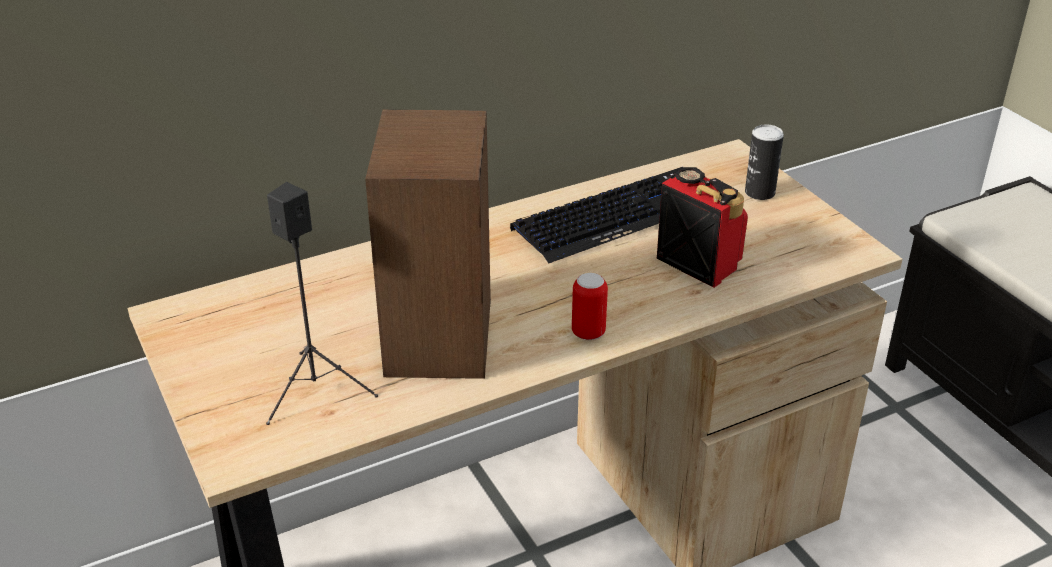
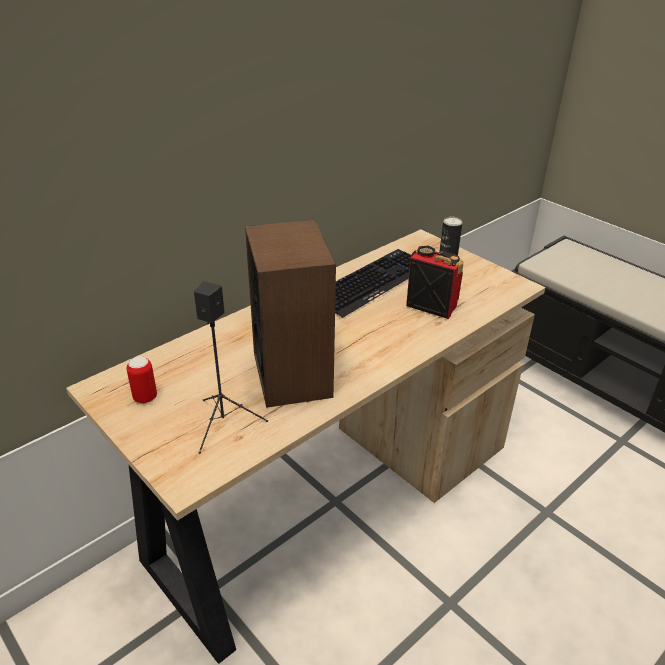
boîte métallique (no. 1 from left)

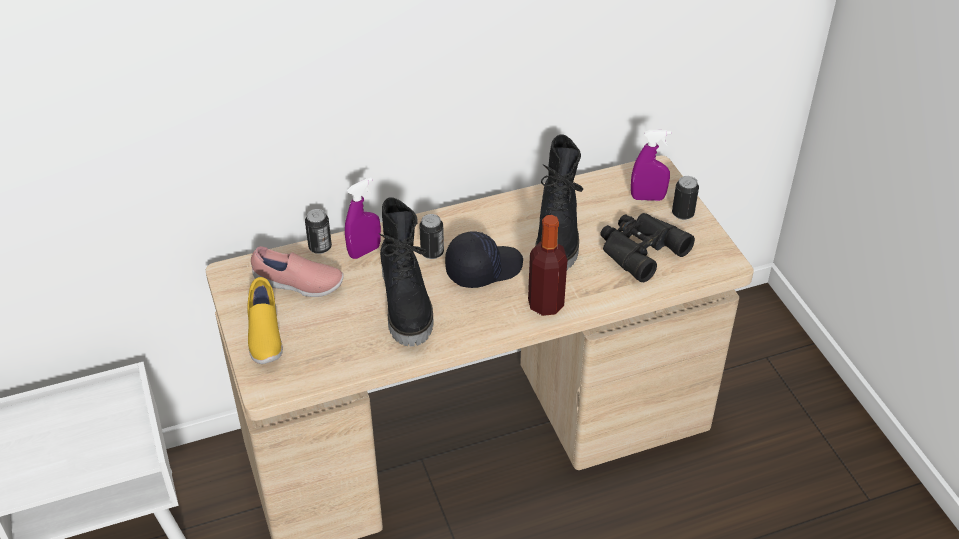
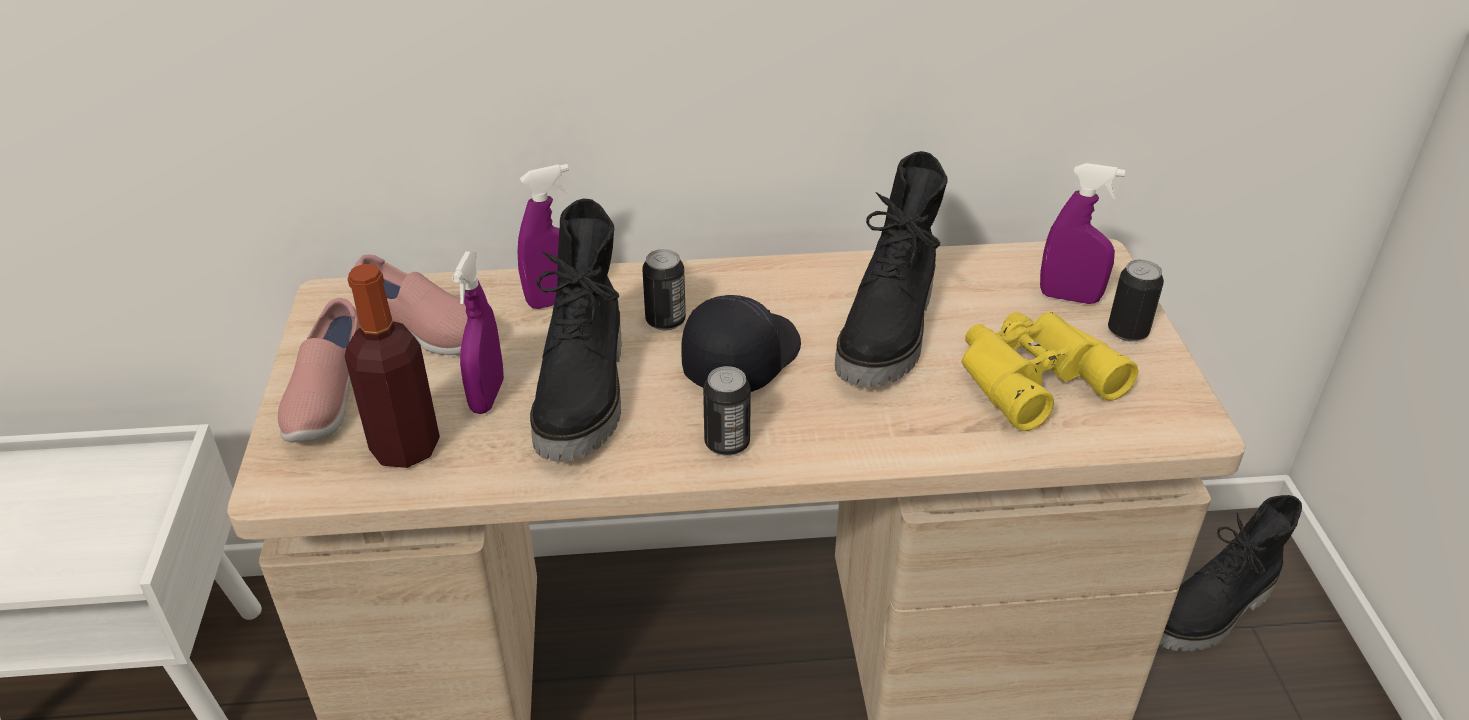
boîte métallique (no. 2 from left)
jumelles/jaune
bouteille
casquette/noir
chaussure/rose (no. 1 from left)
vaporisateur/violet (no. 1 from left)
botte/noir (no. 3 from left)

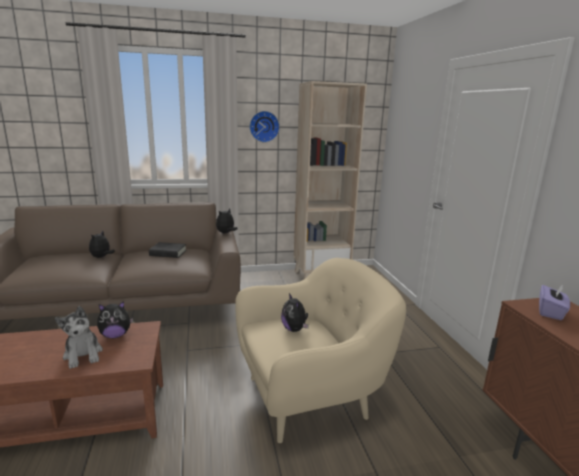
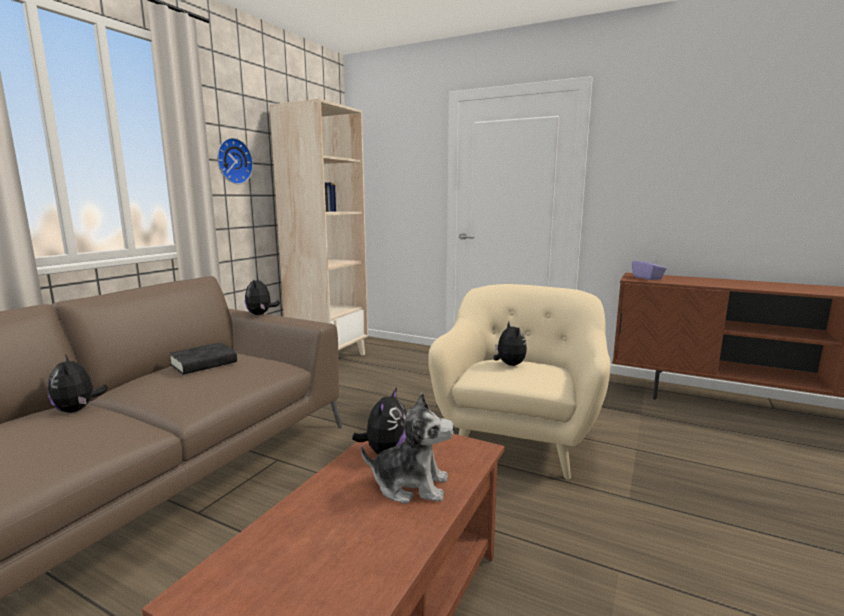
peluche (no. 5 from left)

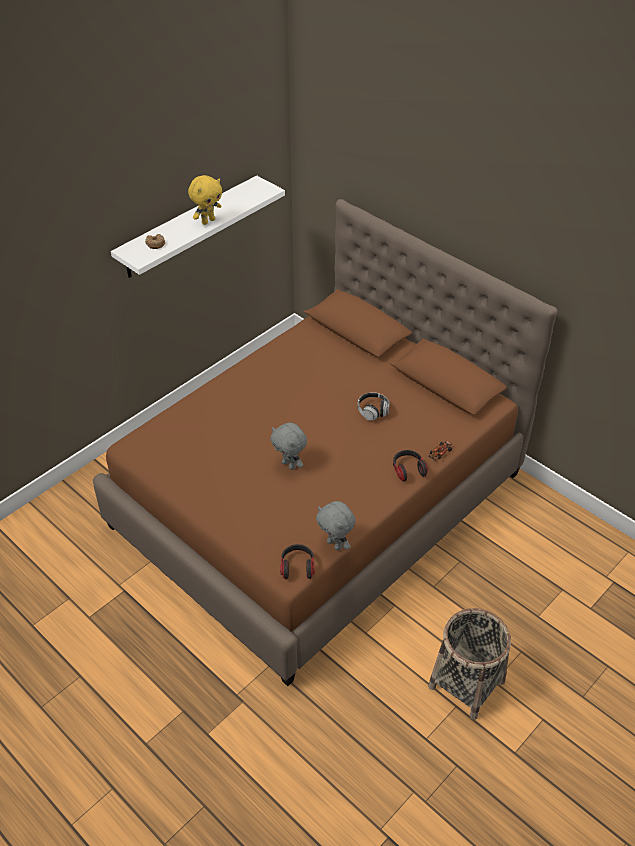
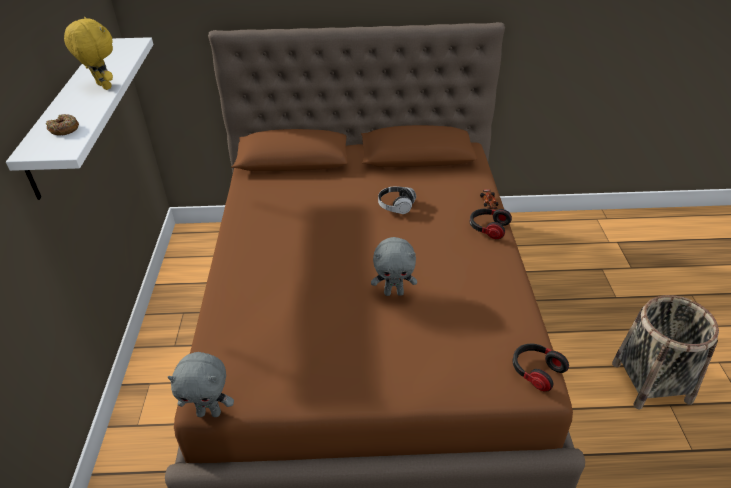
peluche/jaune
peluche/gris (no. 1 from left)

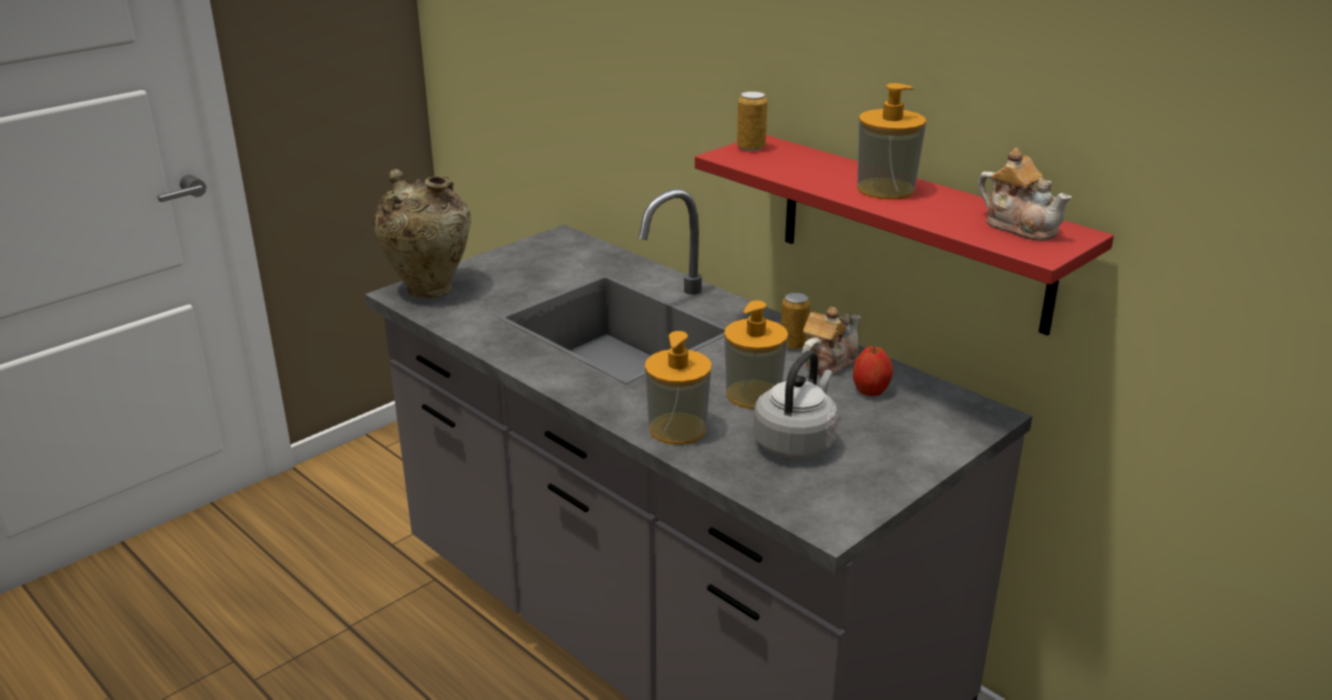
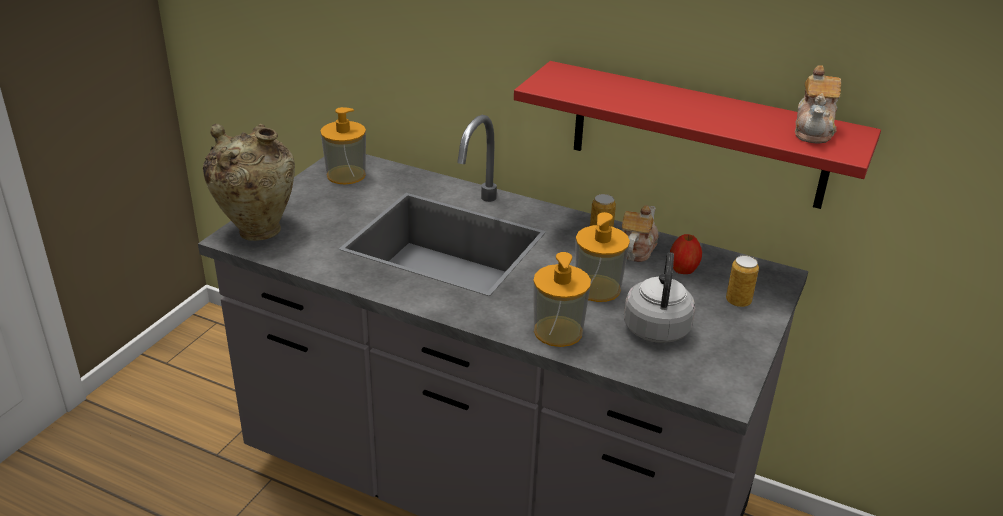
distributeur de savon (no. 1 from left)
boîte métallique (no. 2 from left)
théière (no. 2 from left)

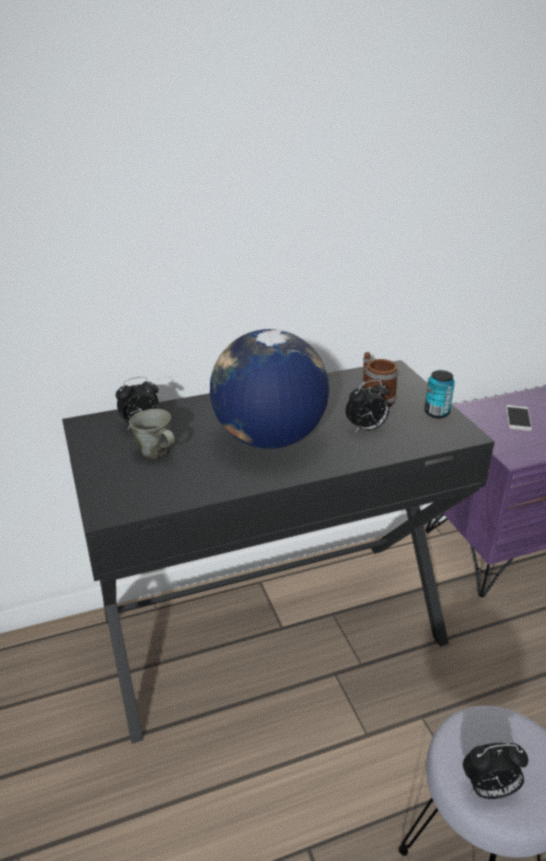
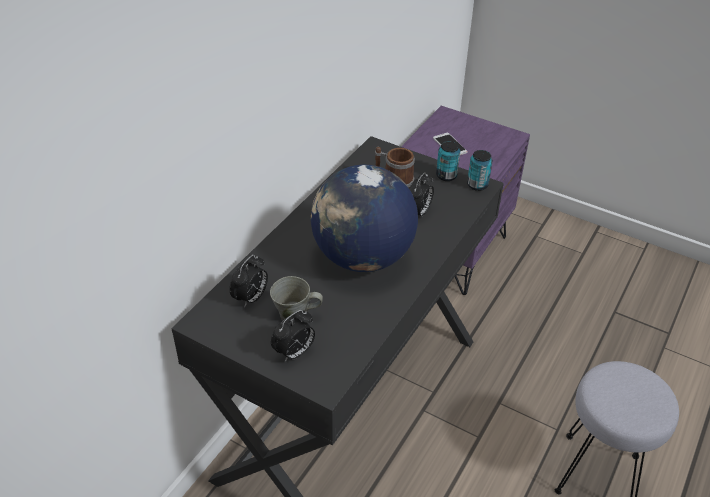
réveil (no. 2 from left)
boîte métallique (no. 2 from left)

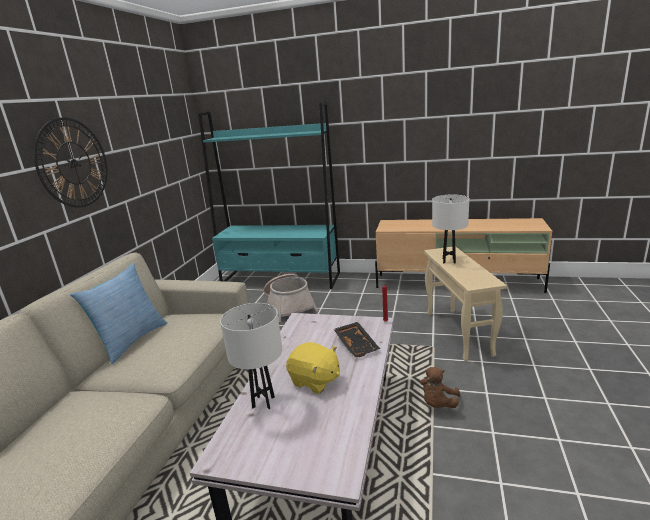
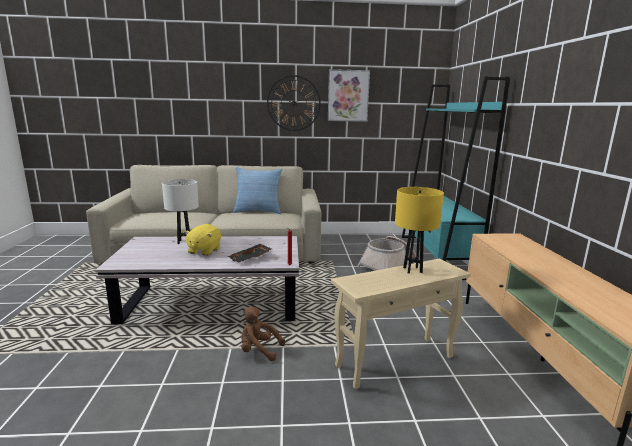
lampe de table/jaune
tableau

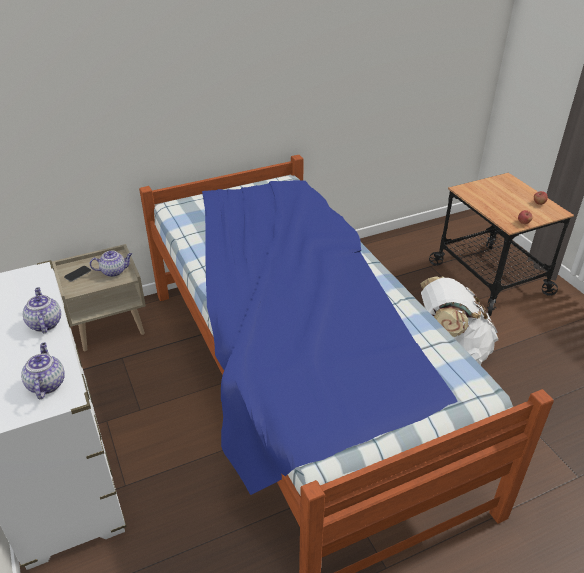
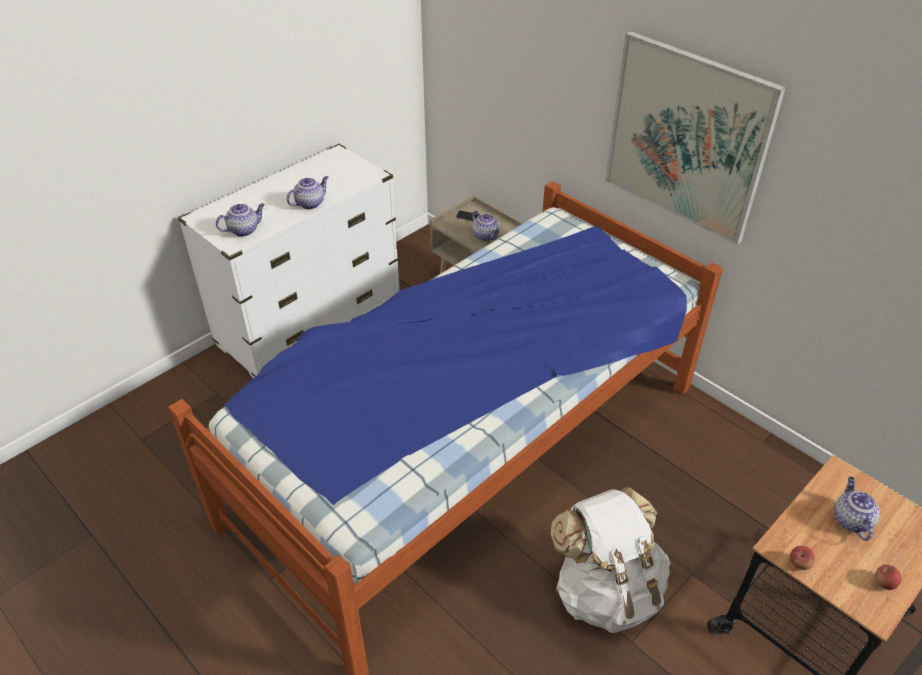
tableau
théière (no. 4 from left)

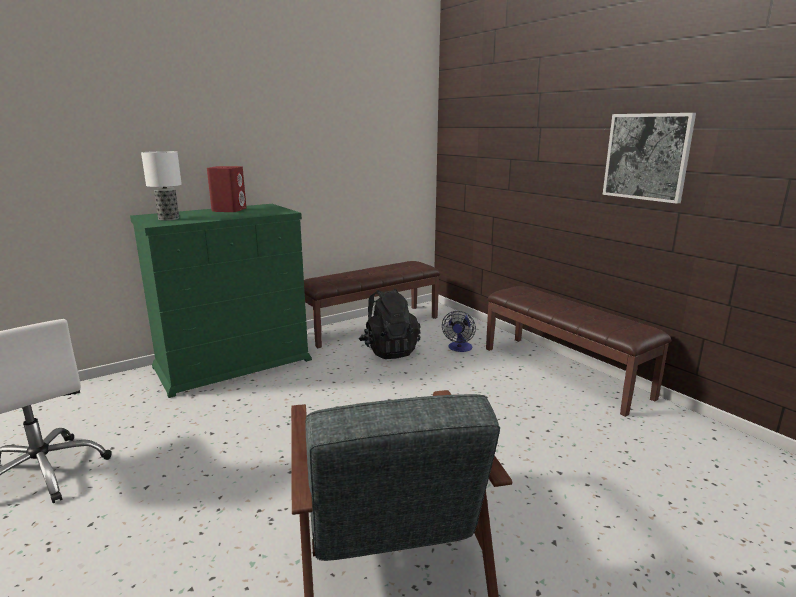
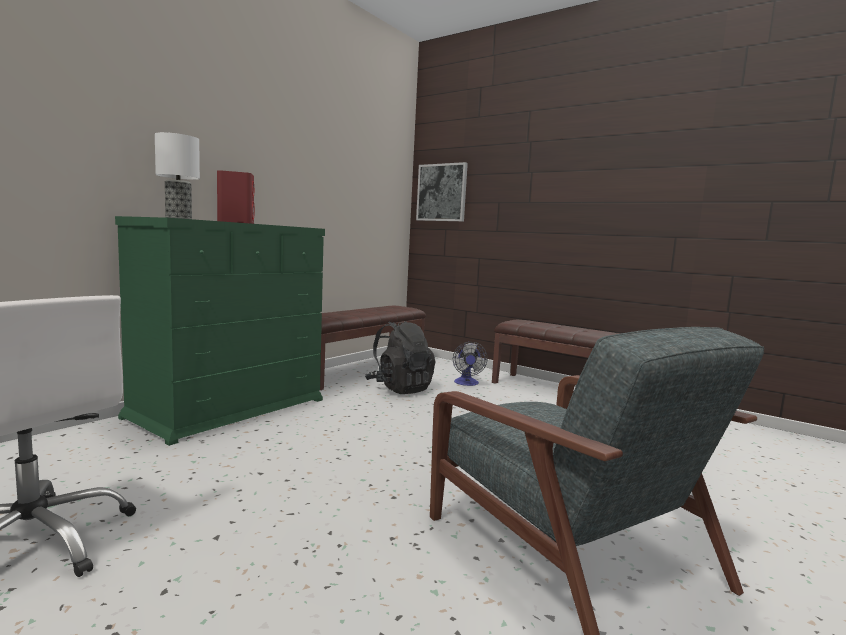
tableau

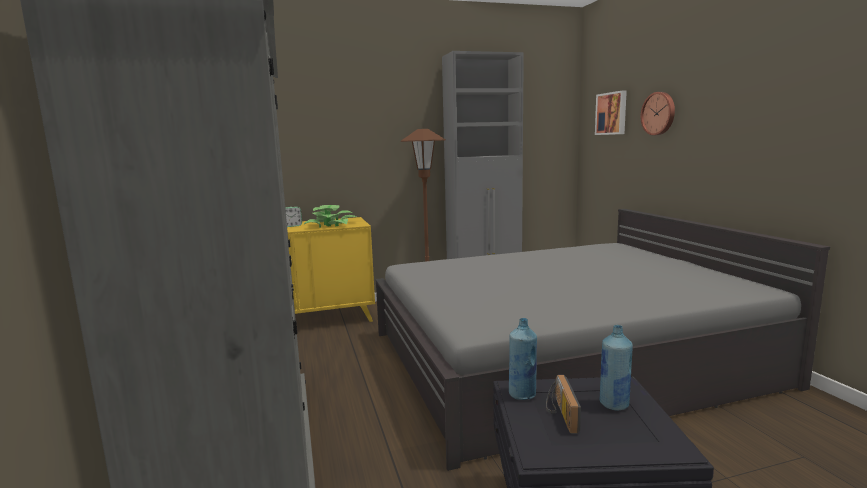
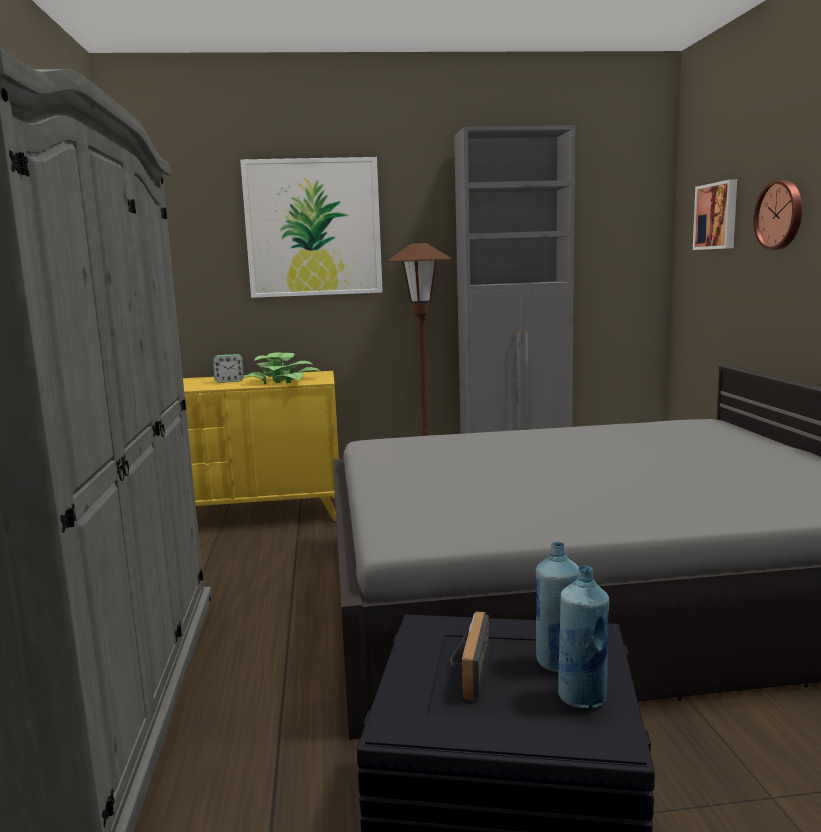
bouteille/bleu (no. 2 from left)
tableau (no. 1 from left)

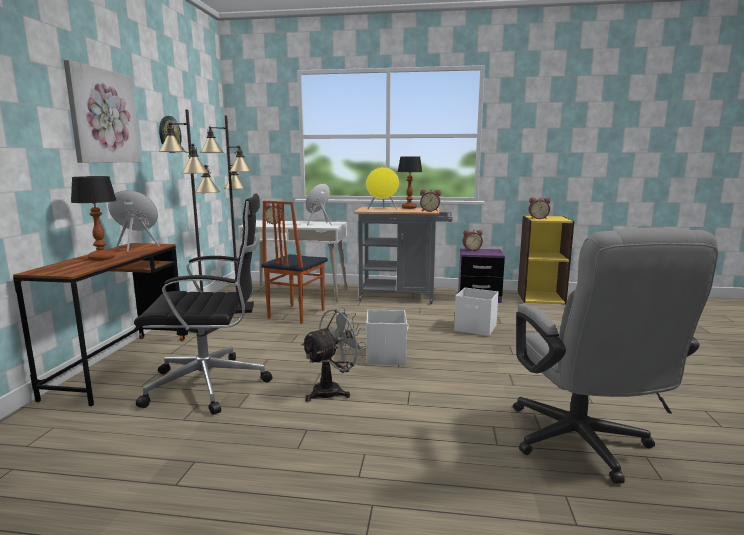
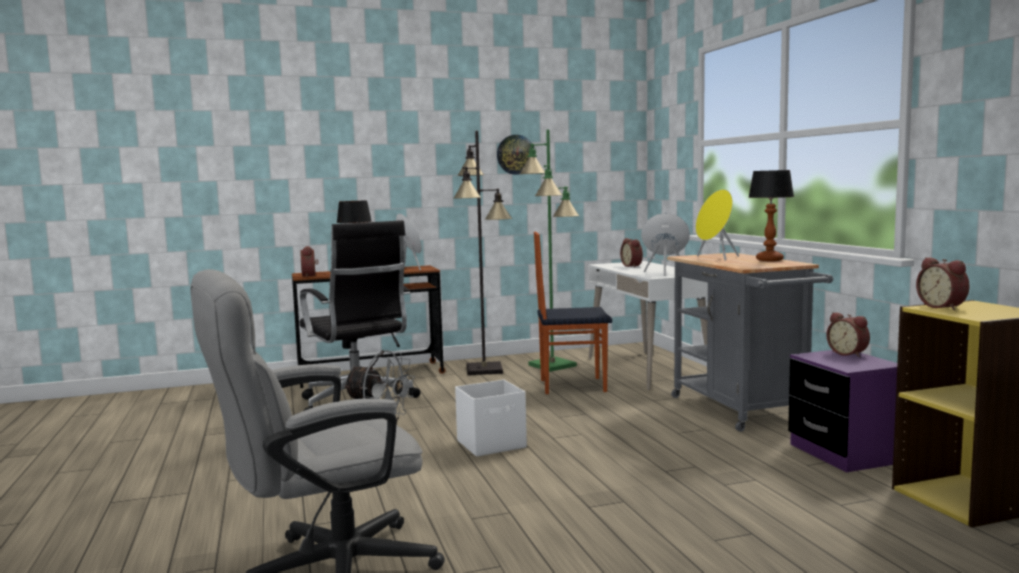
tableau
lampadaire/vert
réveil (no. 1 from left)
boîte de rangement/blanc (no. 2 from left in the first image)

